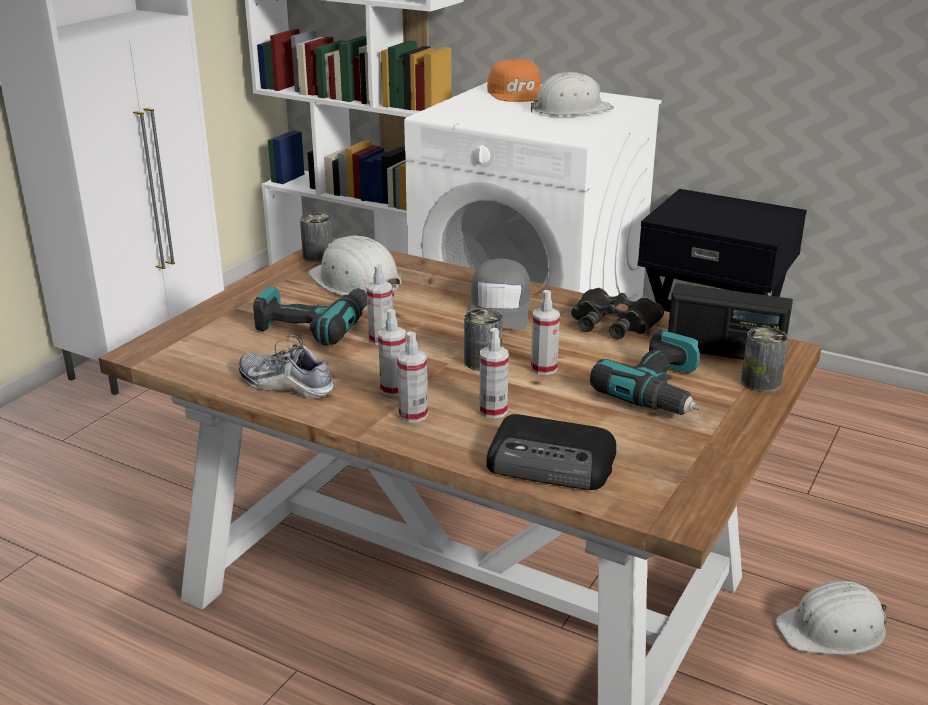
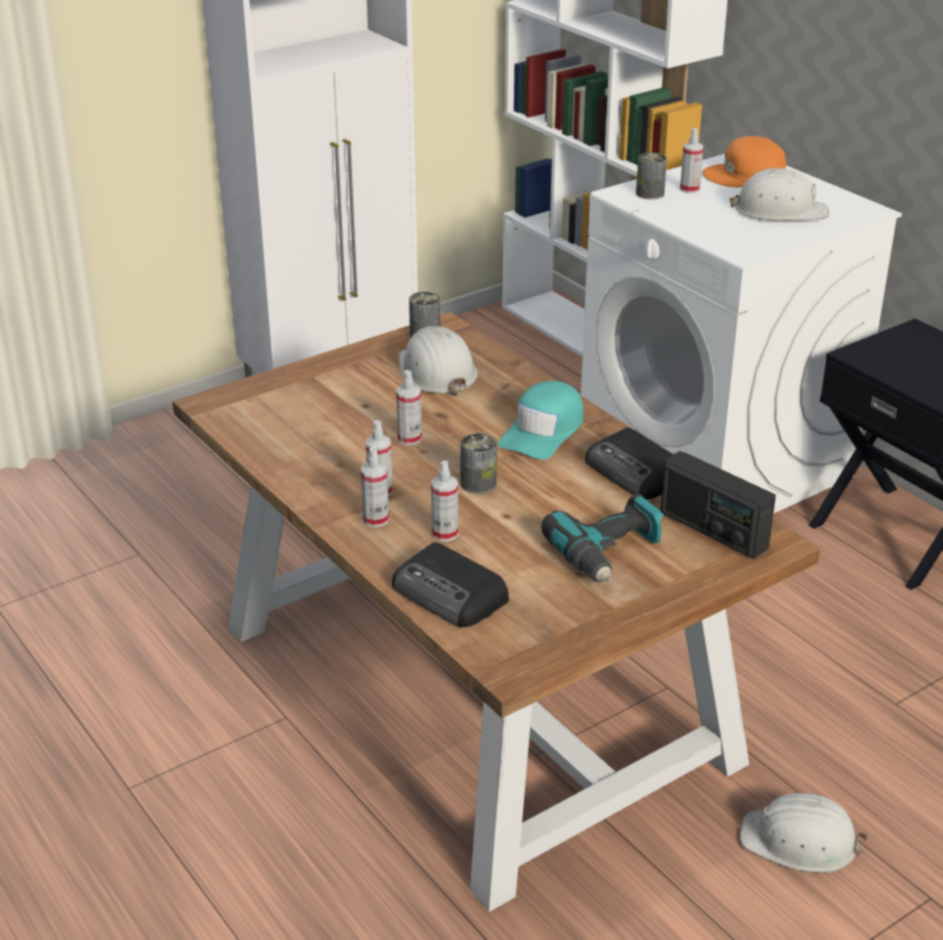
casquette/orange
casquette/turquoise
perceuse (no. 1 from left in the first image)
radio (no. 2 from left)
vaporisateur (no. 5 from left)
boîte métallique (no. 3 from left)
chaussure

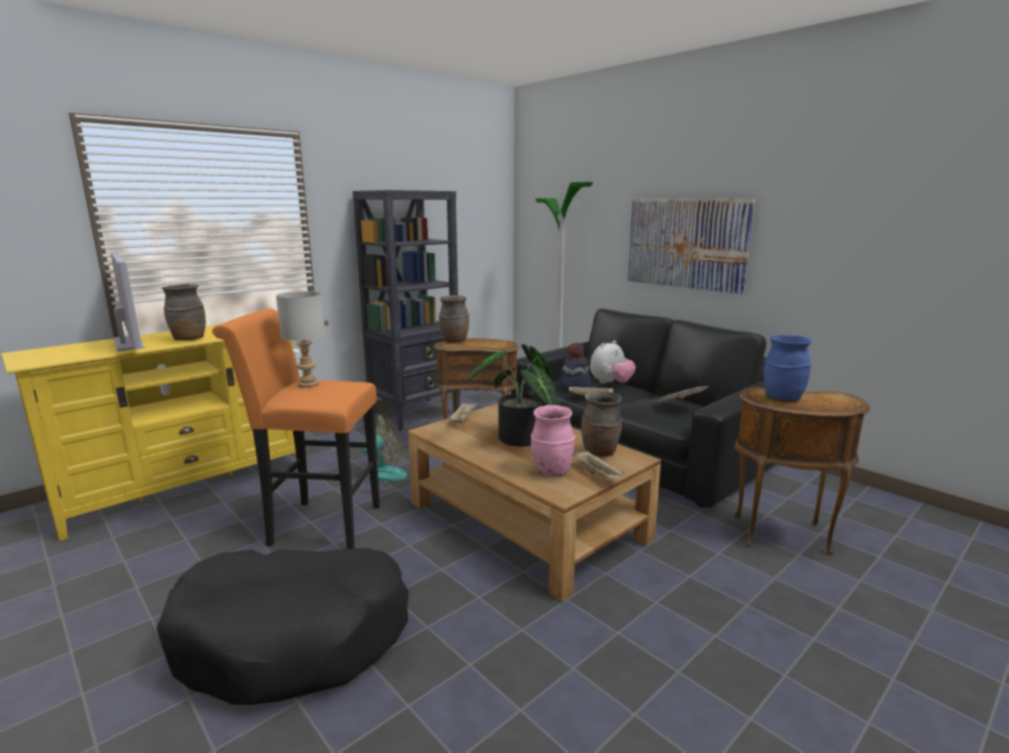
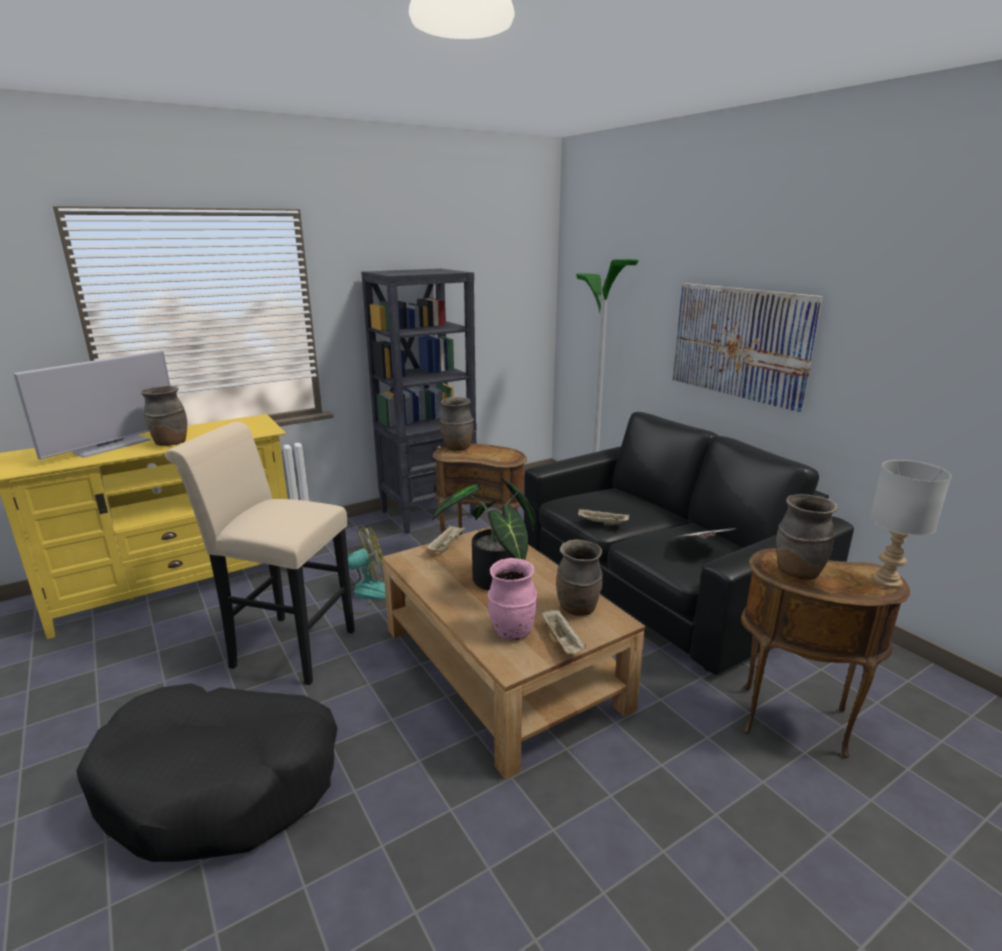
téléviseur
lampe de table/gris
tabouret/beige
vase/marron (no. 4 from left)
peluche
chapeau

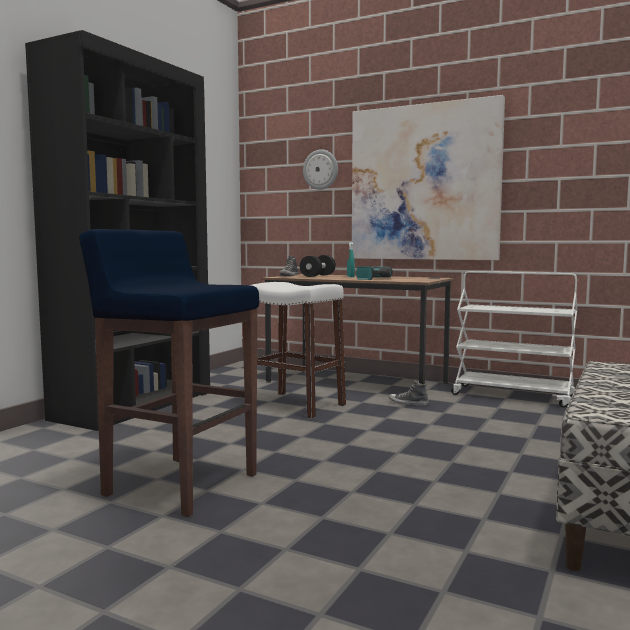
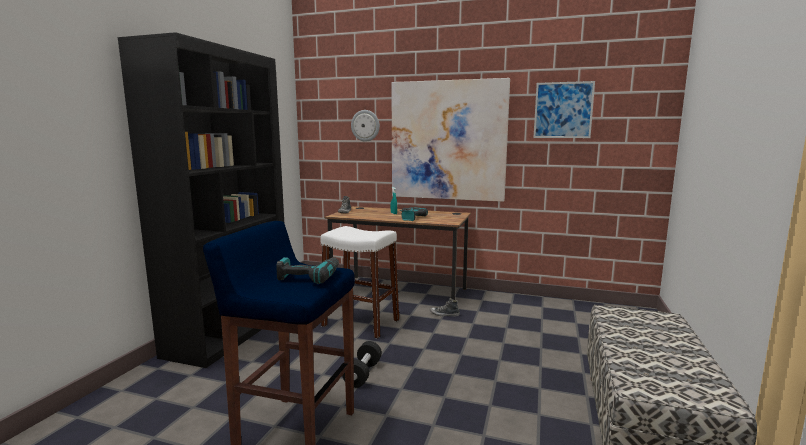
haltère/noir
chariot/blanc
tableau (no. 2 from left)
perceuse (no. 1 from left)

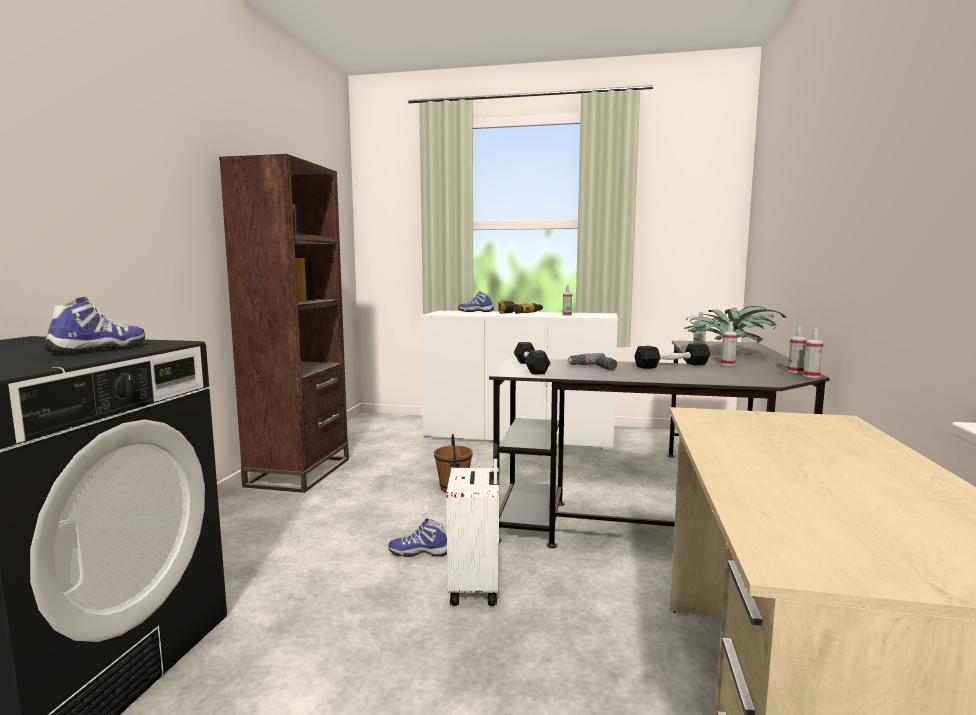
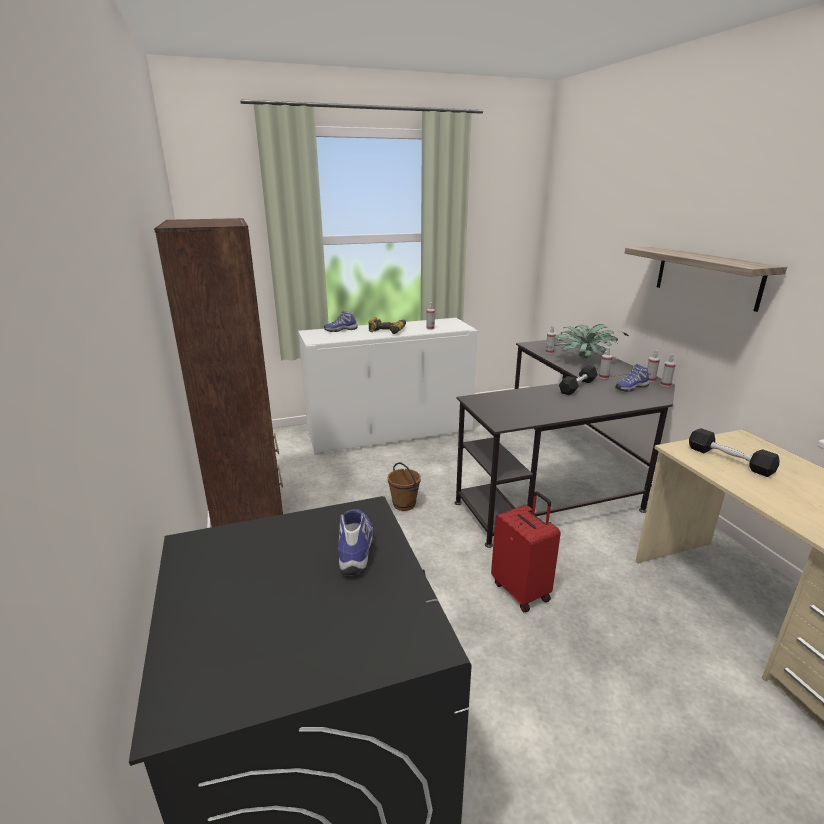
haltère/noir (no. 2 from left)
perceuse (no. 2 from left in the first image)
valise/rouge
chaussure (no. 3 from left)
étagère

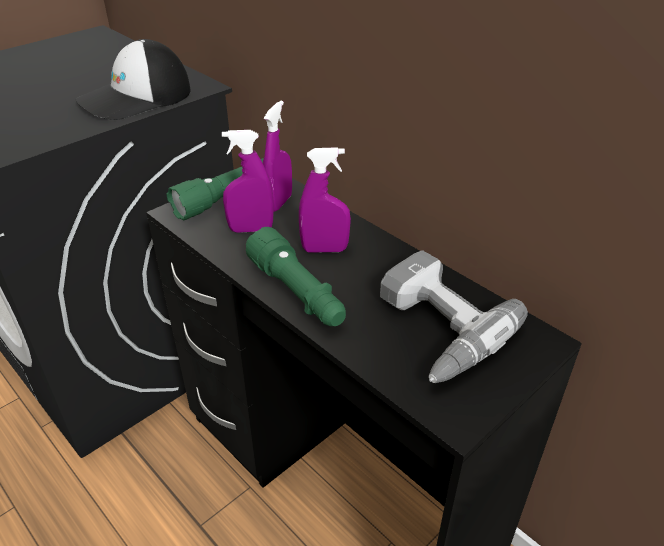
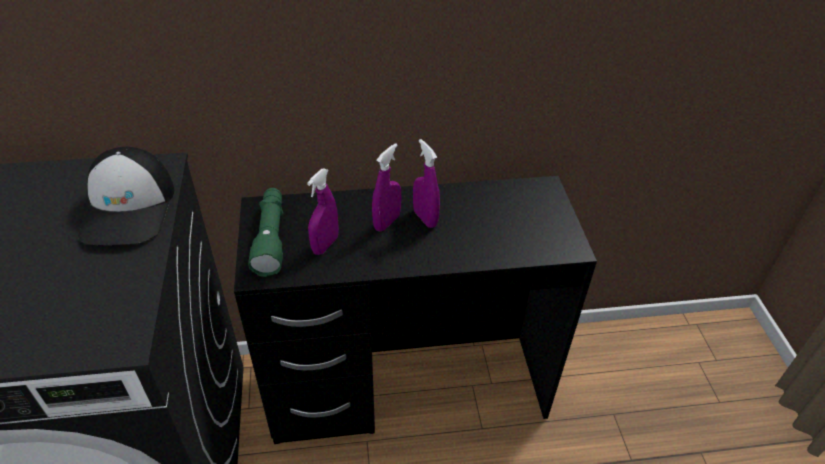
vaporisateur/violet (no. 3 from left)
lampe de poche/vert (no. 2 from left in the first image)
perceuse

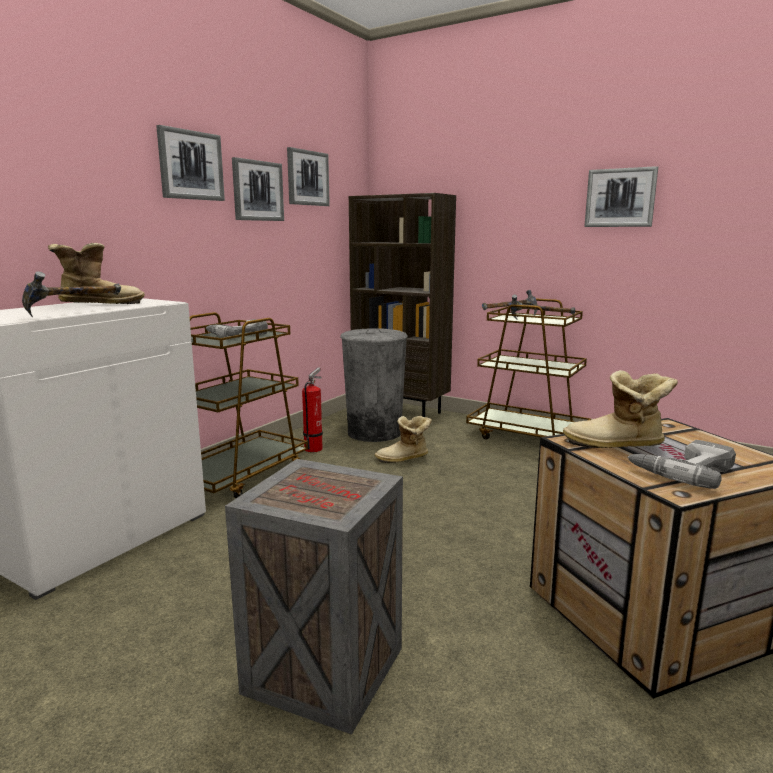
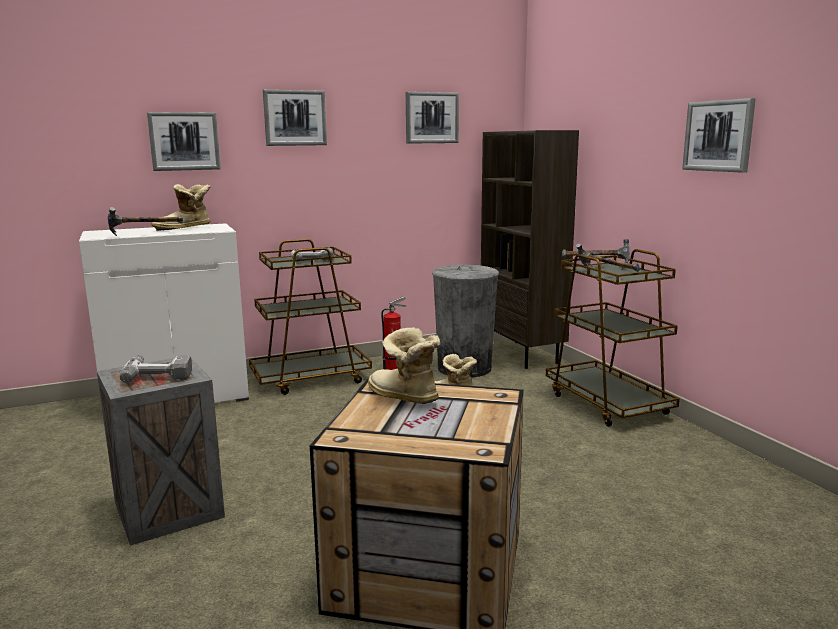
tableau (no. 1 from left)
botte (no. 1 from left)
perceuse (no. 1 from left)

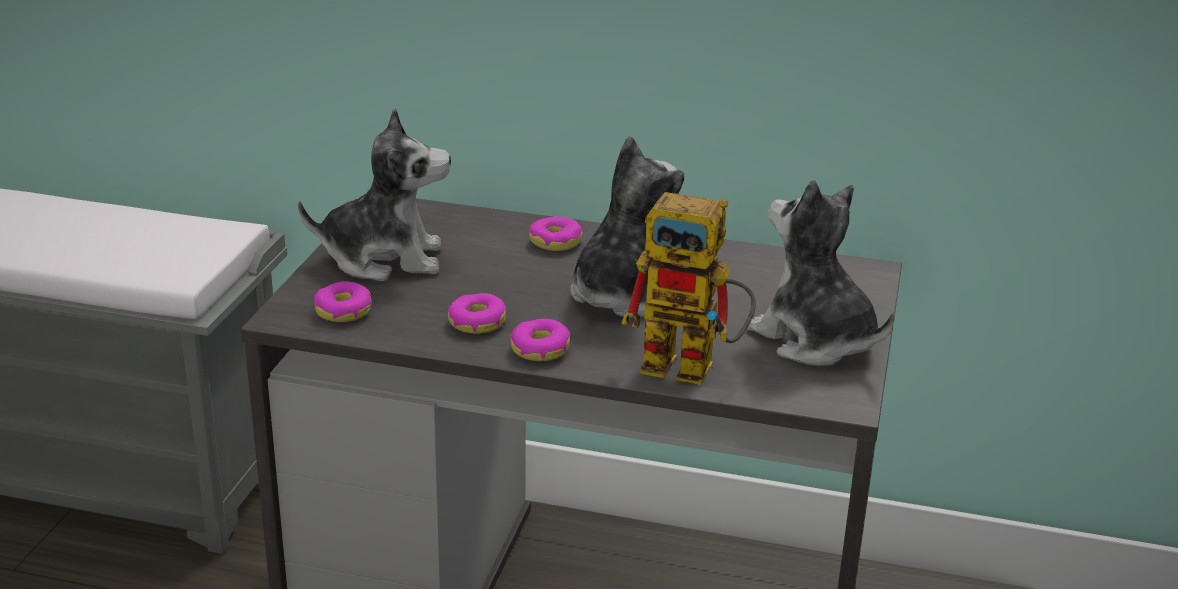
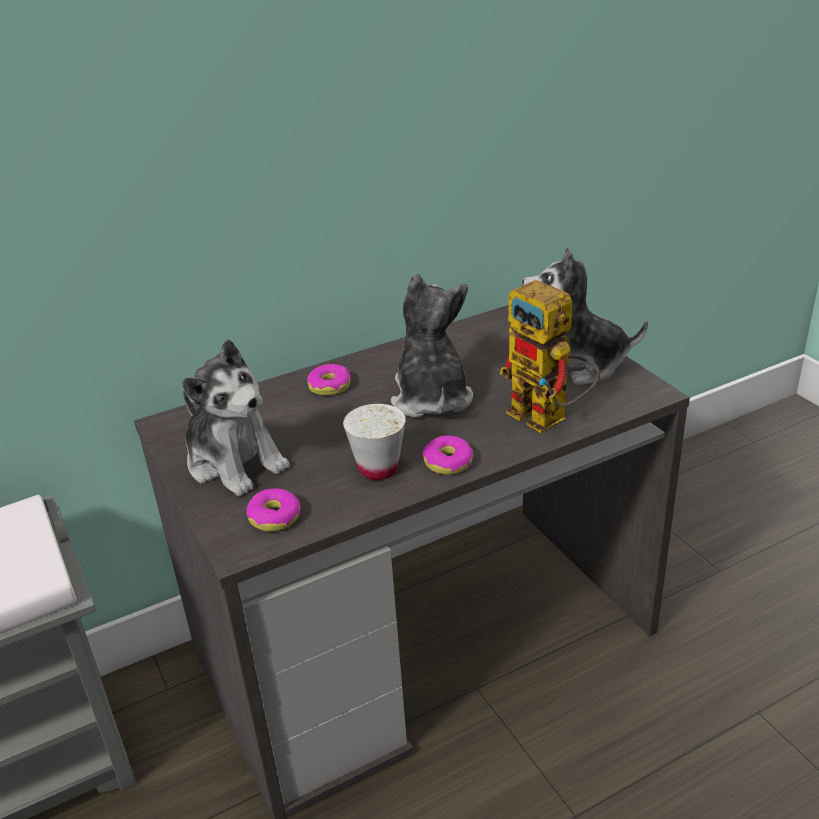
peluche (no. 1 from left)
robot jouet
tasse/blanc

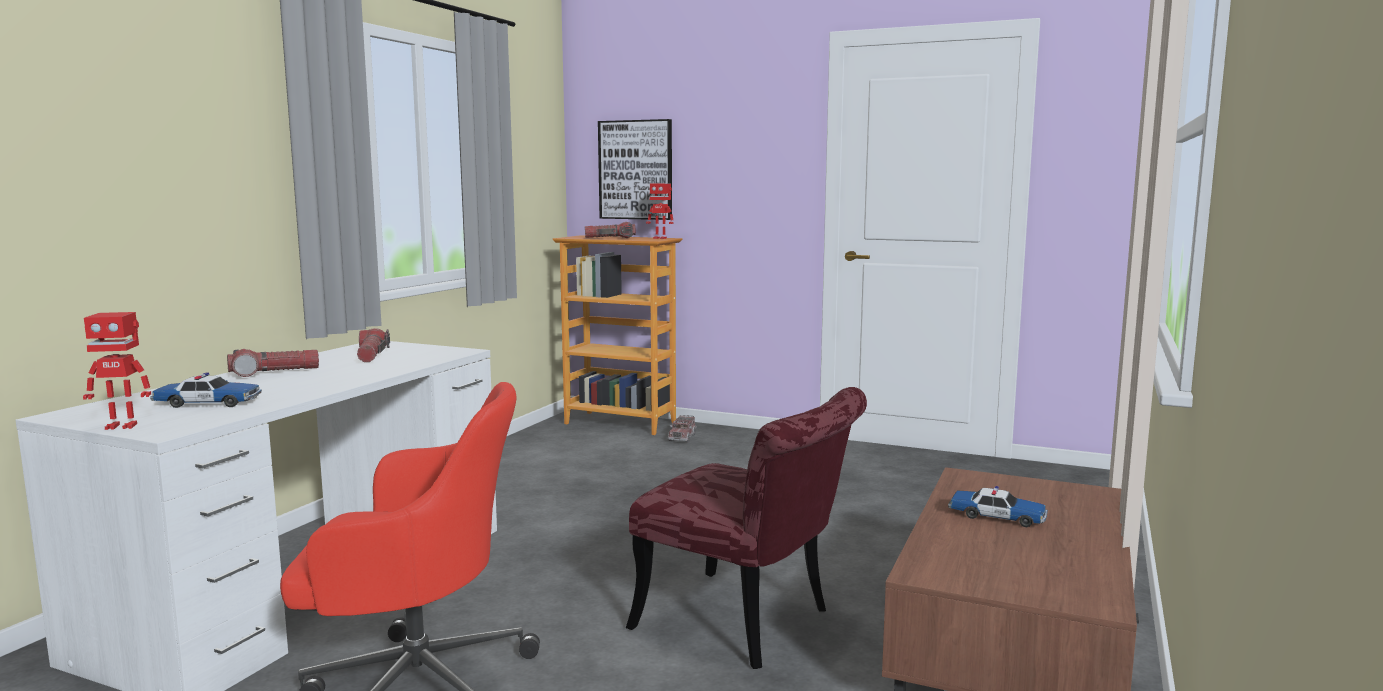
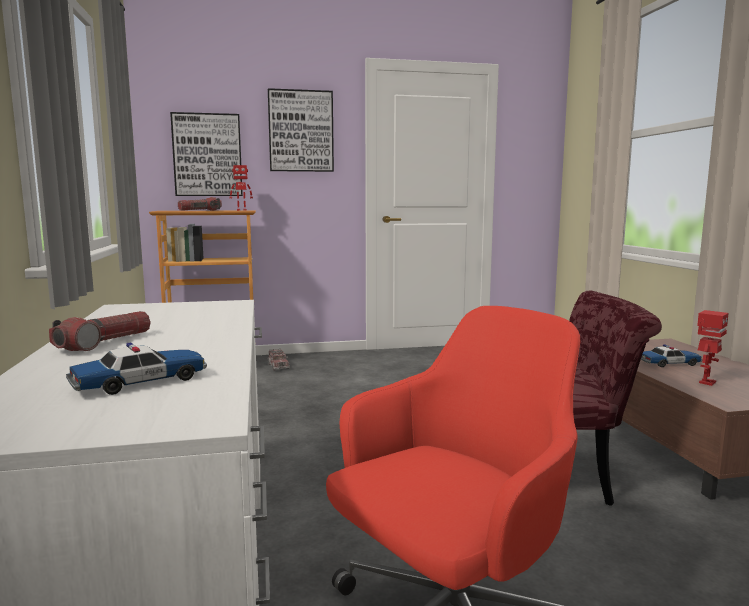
robot jouet (no. 2 from left)
lampe de poche (no. 2 from left in the first image)
tableau (no. 2 from left)

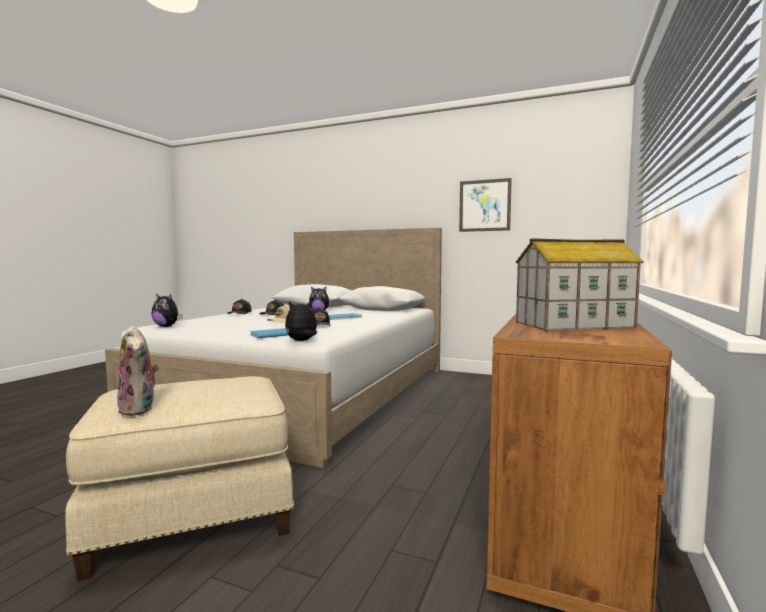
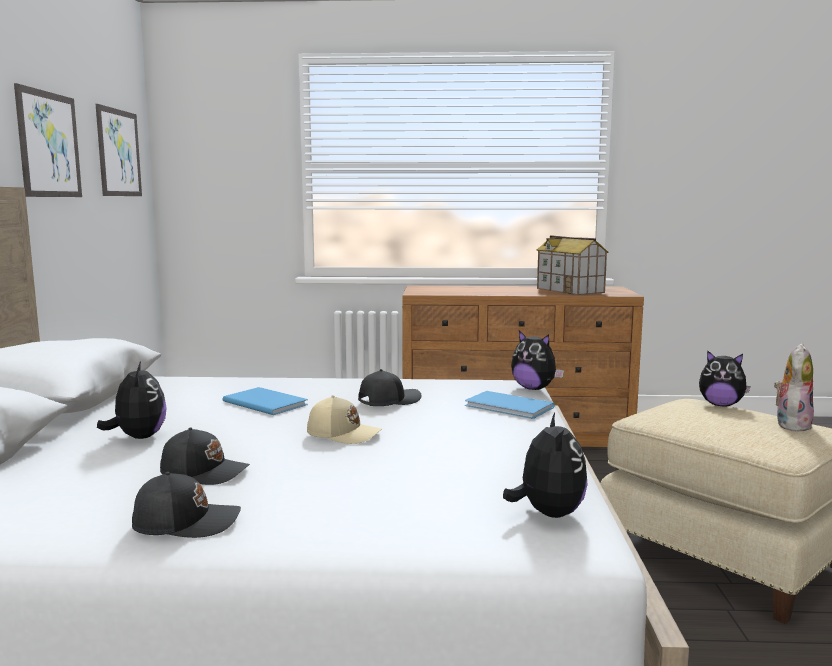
tableau (no. 2 from left)
peluche (no. 4 from left)

